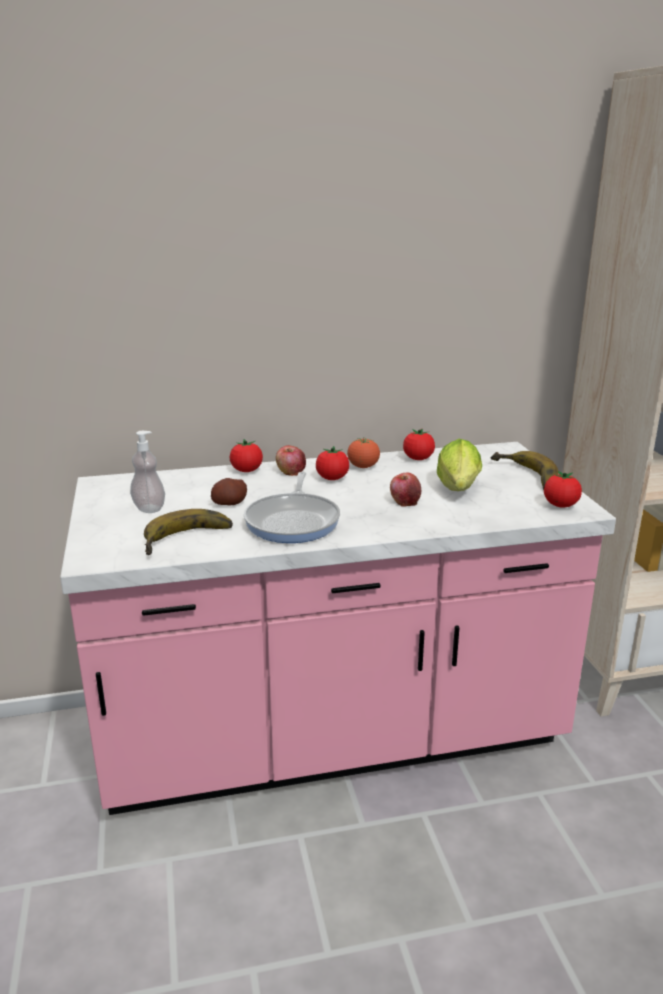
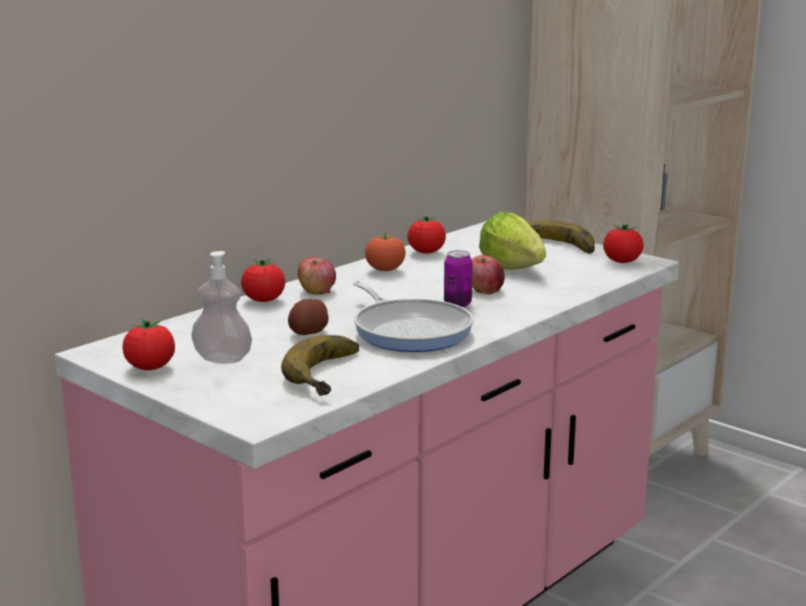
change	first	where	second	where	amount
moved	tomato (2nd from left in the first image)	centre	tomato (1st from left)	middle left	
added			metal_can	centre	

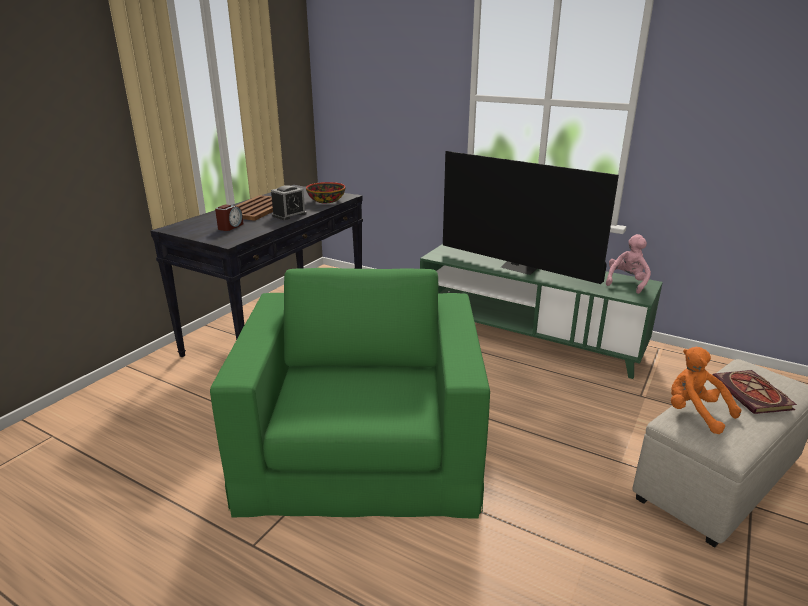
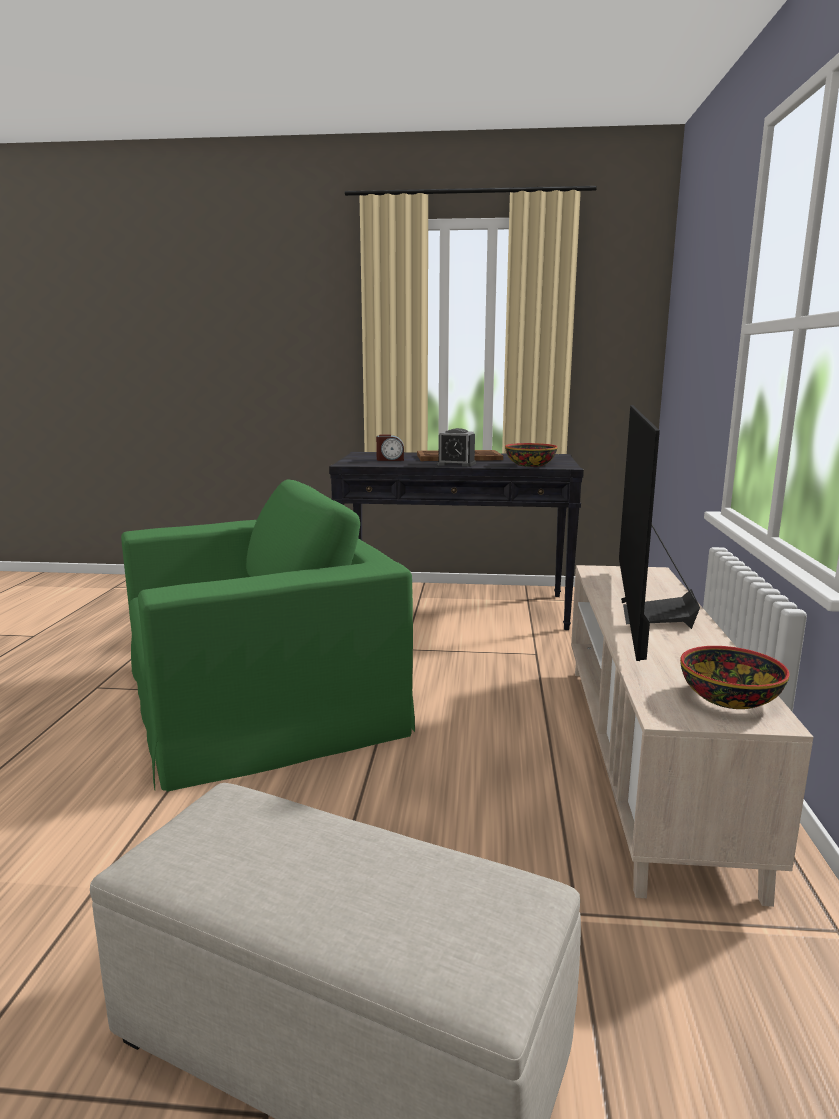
change	first	where	second	where	amount
recoloured	green_media_console	middle right	sand-coloured_media_console	middle right	
replaced	pink-coloured_cuddly_toy	middle right	serving_bowl (2nd from left)	middle right	
removed	orangey_cuddly_toy	middle right			
removed	bound_book	middle right			

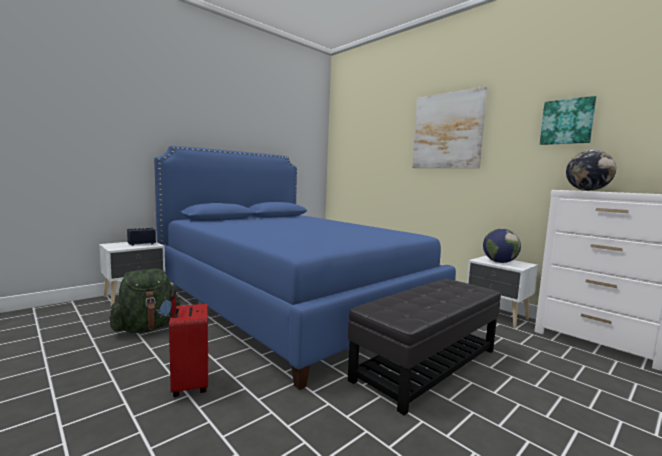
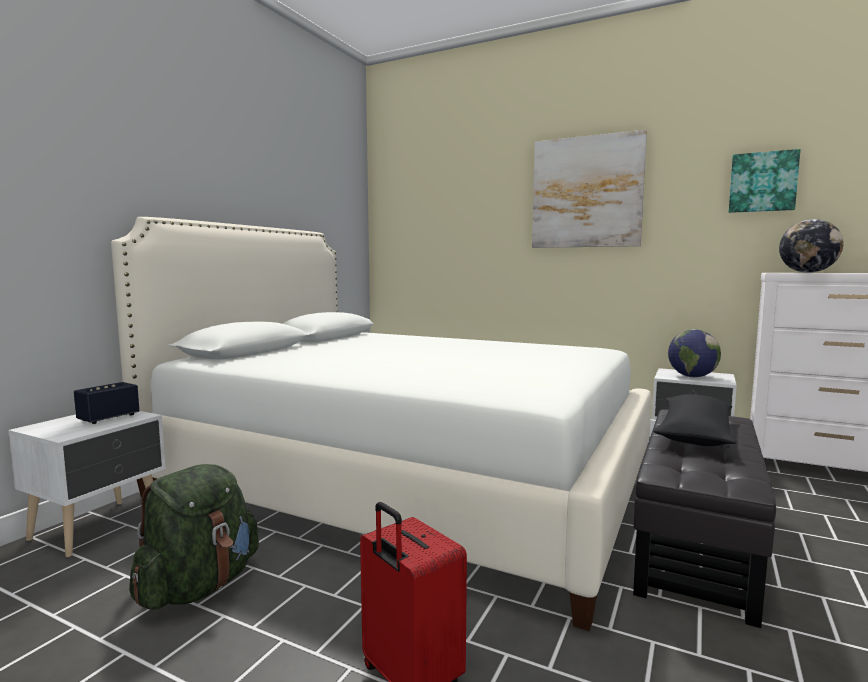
change	first	where	second	where	amount
recoloured	blue-coloured_sleeping_bed	centre	white-coloured_sleeping_bed	centre	
added			black_pillow	middle right	

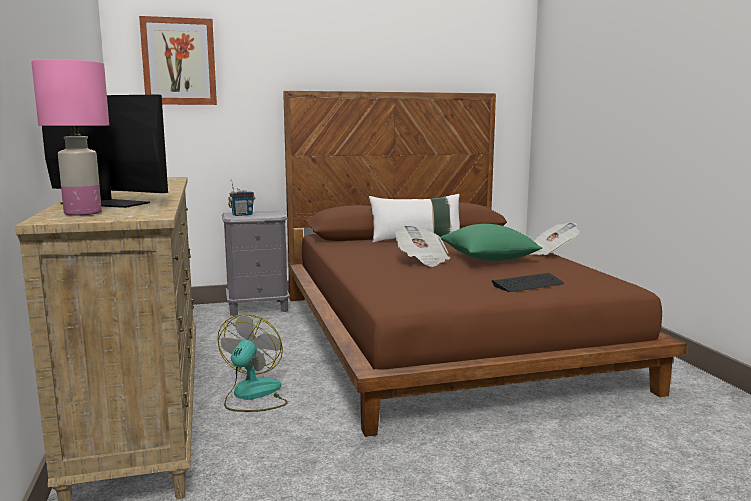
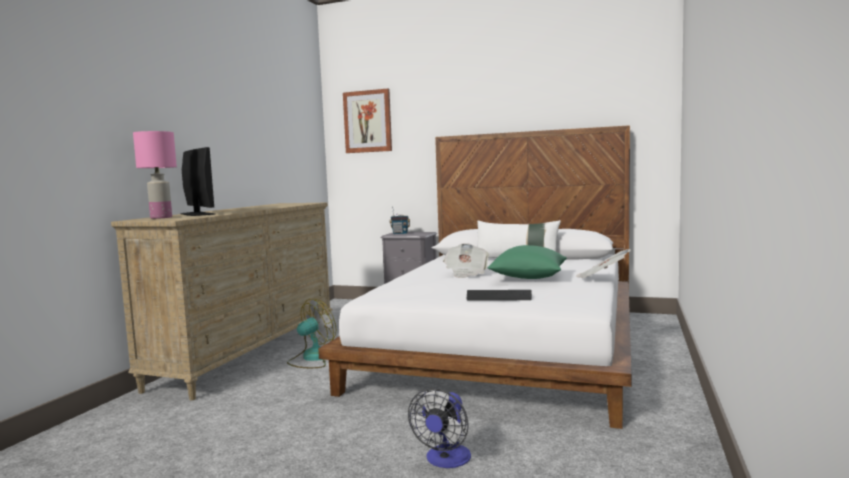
change	first	where	second	where	amount
recoloured	brown_sleeping_bed	centre	white-coloured_sleeping_bed	centre	
added			electric_fan (2nd from left)	bottom centre	

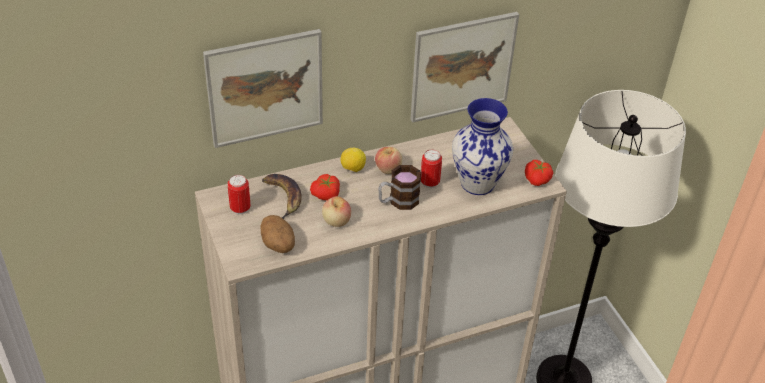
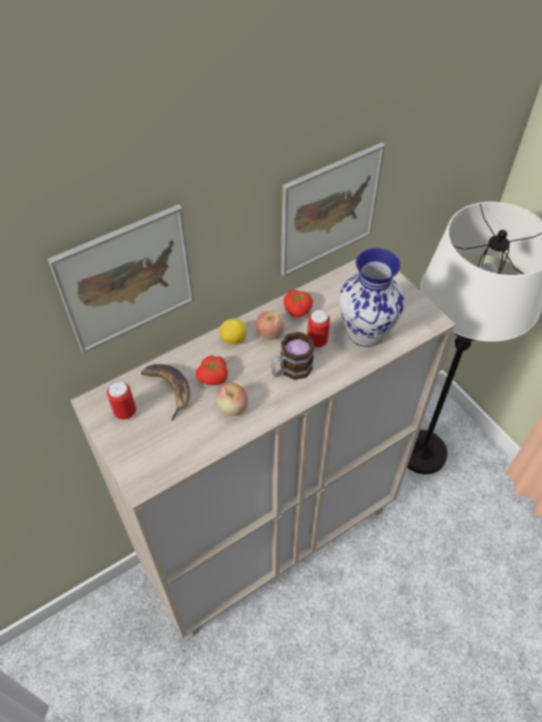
change	first	where	second	where	amount
moved	tomato (2nd from left)	middle right		centre	
removed	potato	centre			

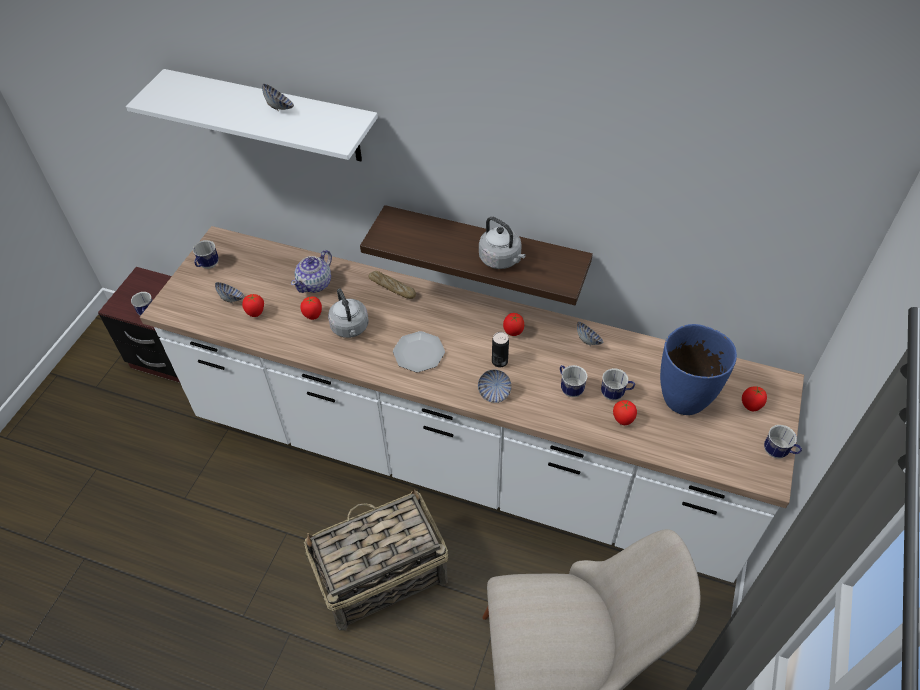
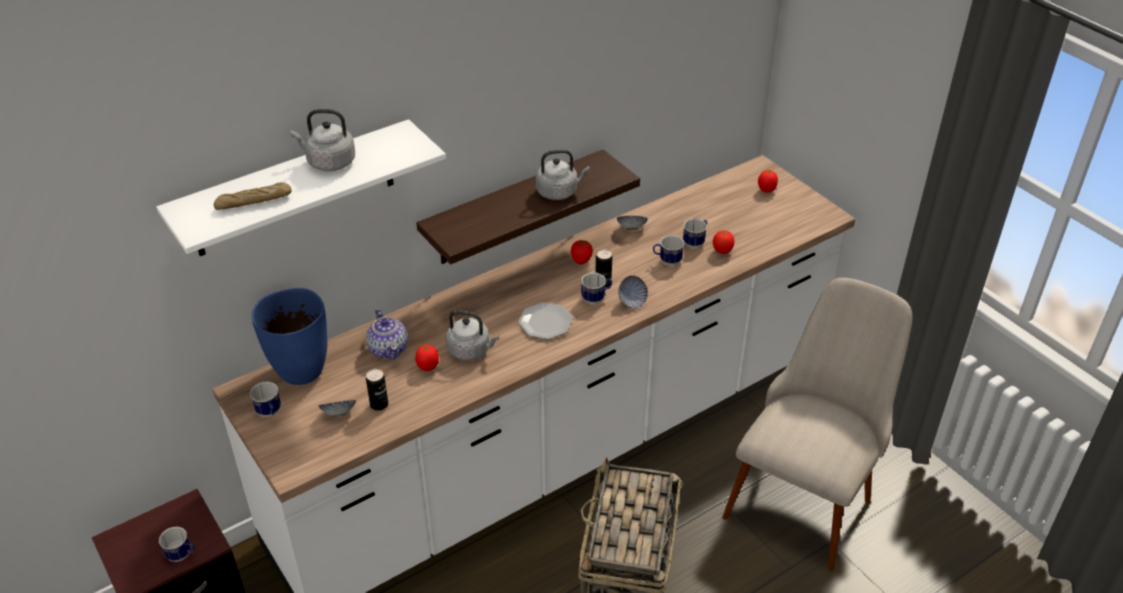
change	first	where	second	where	amount
moved	bakery_bread	centre		top left	
moved	blue-coloured_vase	middle right		middle left	
replaced	serving_bowl (2nd from left)	top left	greyish_tea_kettle (1st from left)	top left	
replaced	tomato (1st from left)	middle left	metal_can (1st from left)	centre	
moved	coffee_mug (5th from left in the first image)	middle right	coffee_mug (3rd from left)	centre	

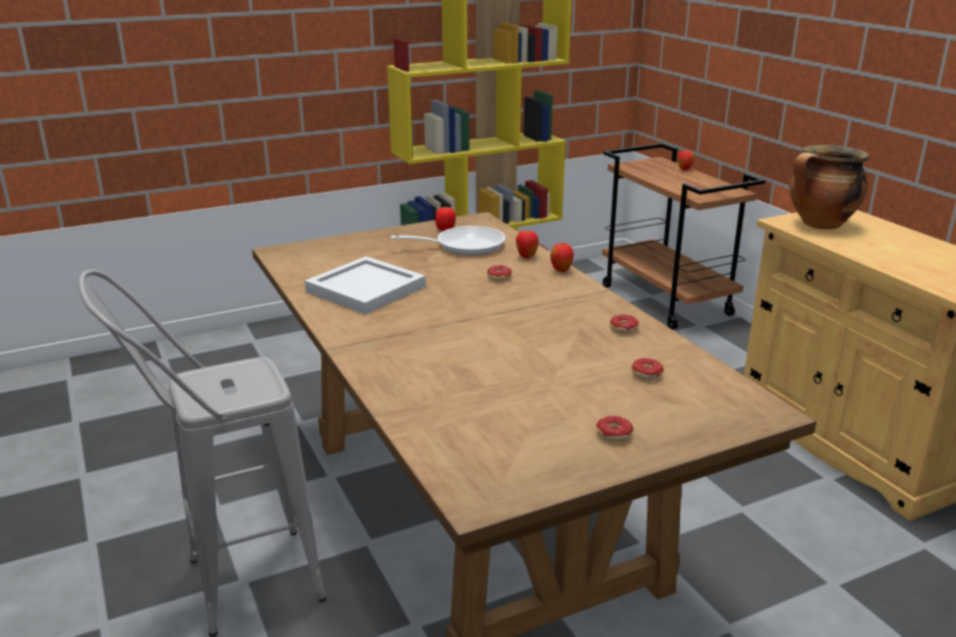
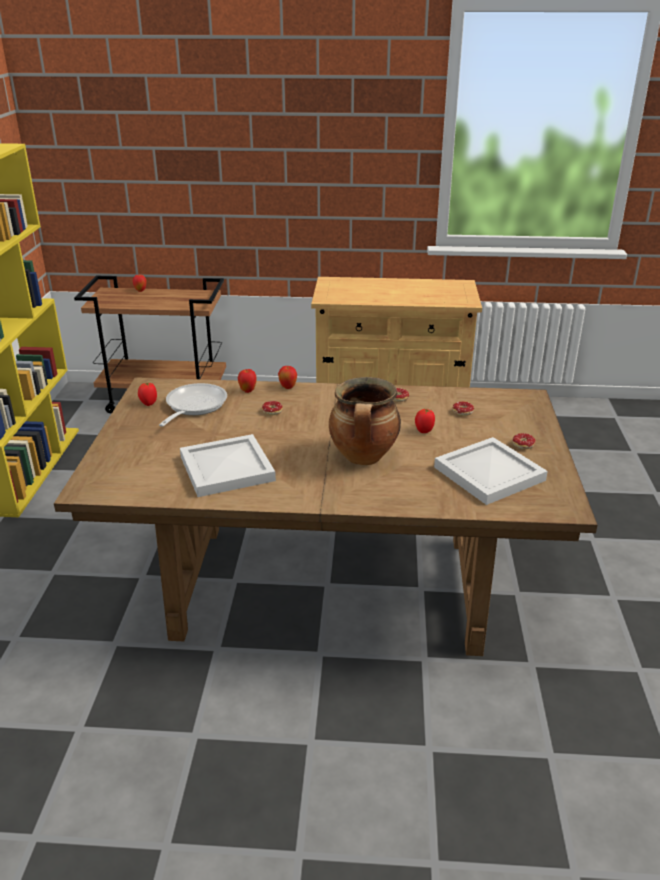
change	first	where	second	where	amount
moved	stockpot	top right		centre	
added			tomato (2nd from left)	centre	
added			white-coloured_tray (2nd from left)	middle right	
removed	greyish_stool_seat	bottom left			

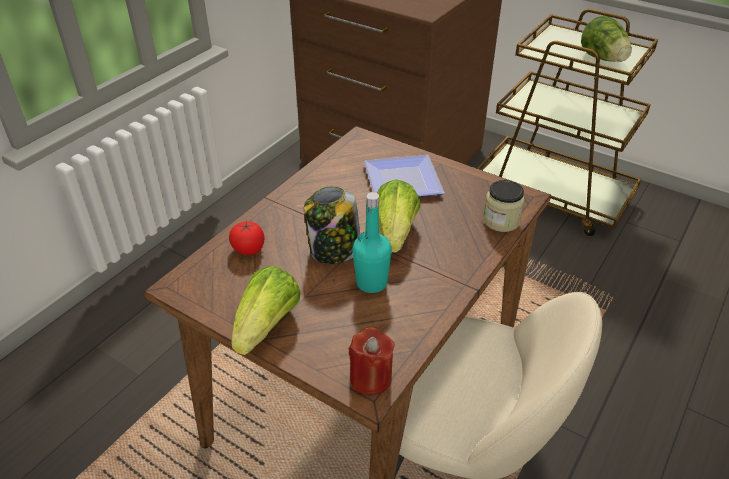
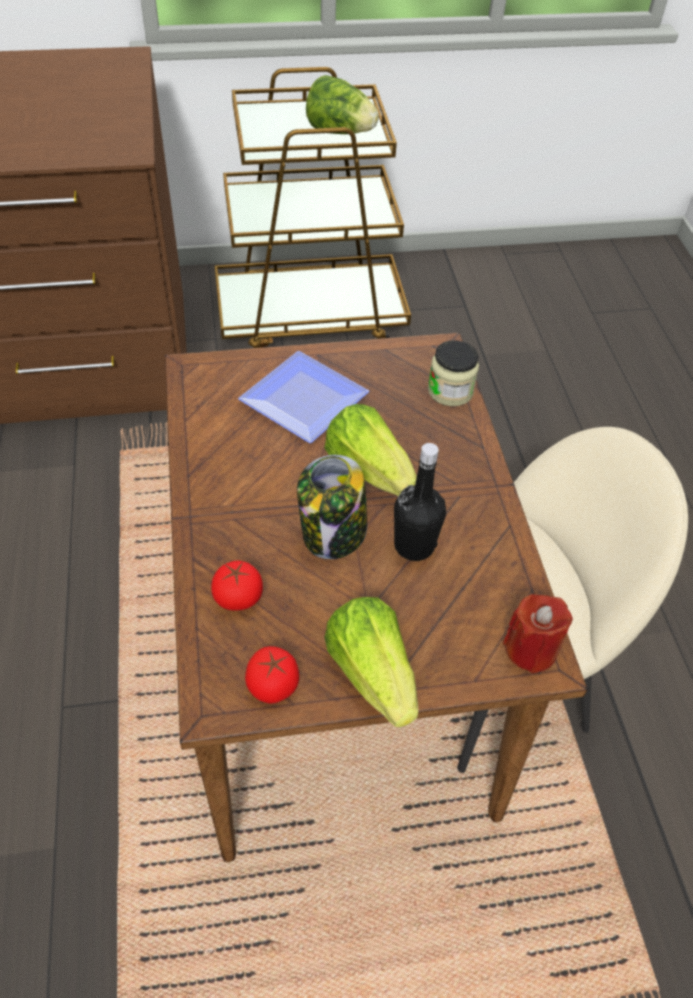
change	first	where	second	where	amount
added			tomato (2nd from left)	bottom centre	
recoloured	blue-green_beverage_bottle	centre	black_beverage_bottle	centre	

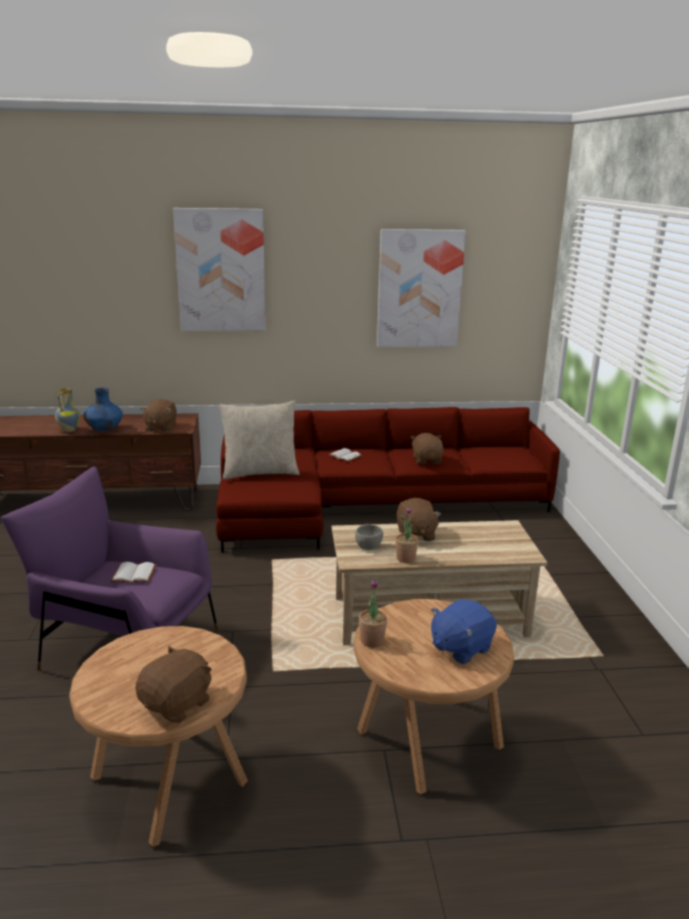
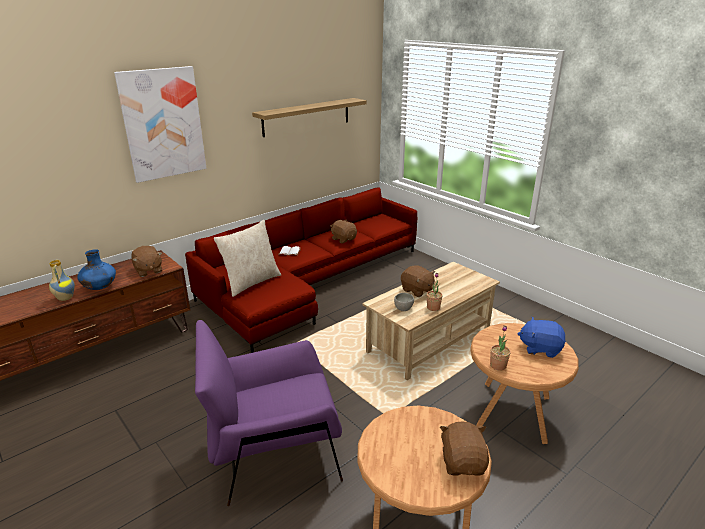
change	first	where	second	where	amount
replaced	wall_picture (2nd from left)	top centre	shelf	top centre	
turned	blue-coloured_cuddly_toy	bottom right		middle right	90 degrees clockwise
removed	white-coloured_bound_book (1st from left)	middle left			

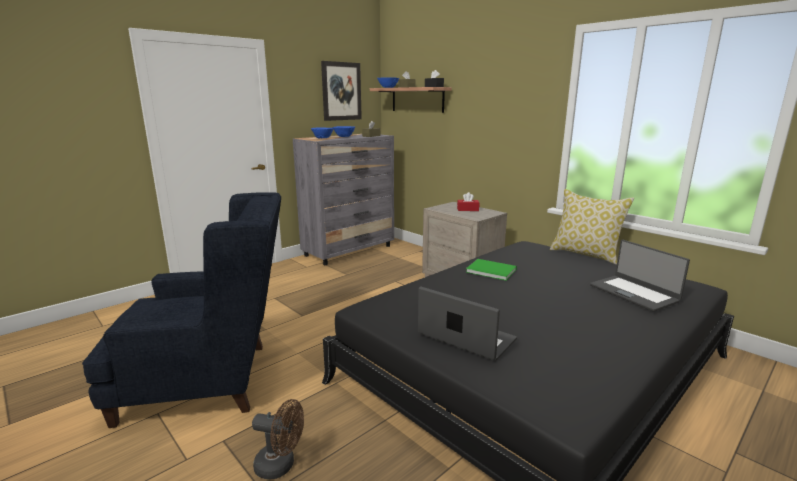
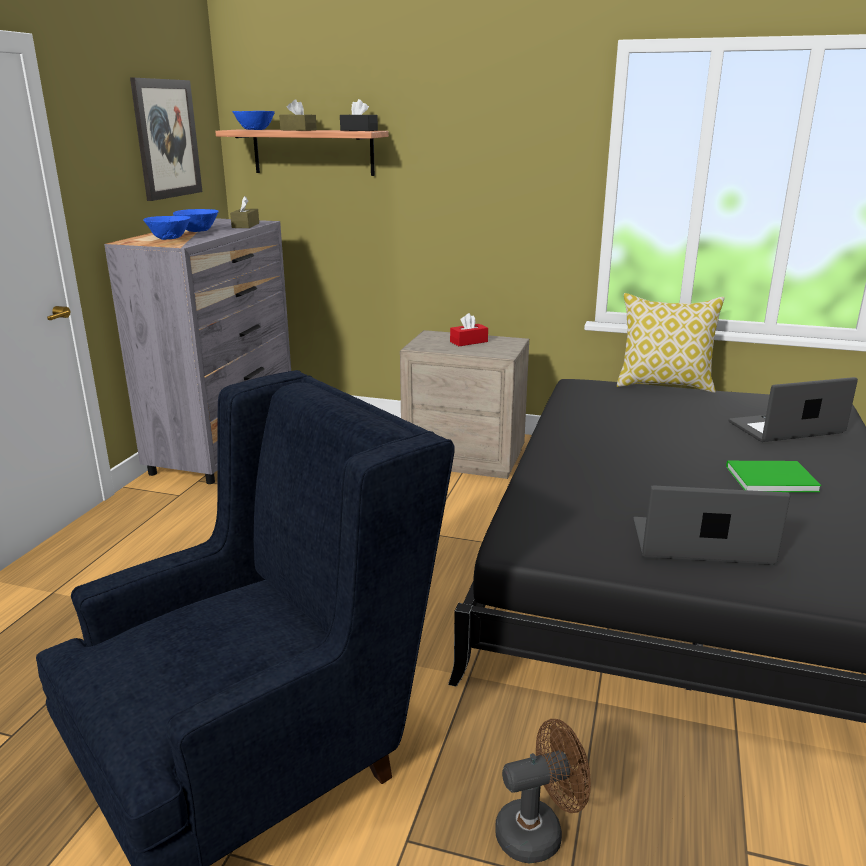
change	first	where	second	where	amount
moved	green_bound_book	centre		middle right	
turned	notebook_computer (2nd from left)	middle right		middle right	135 degrees clockwise

